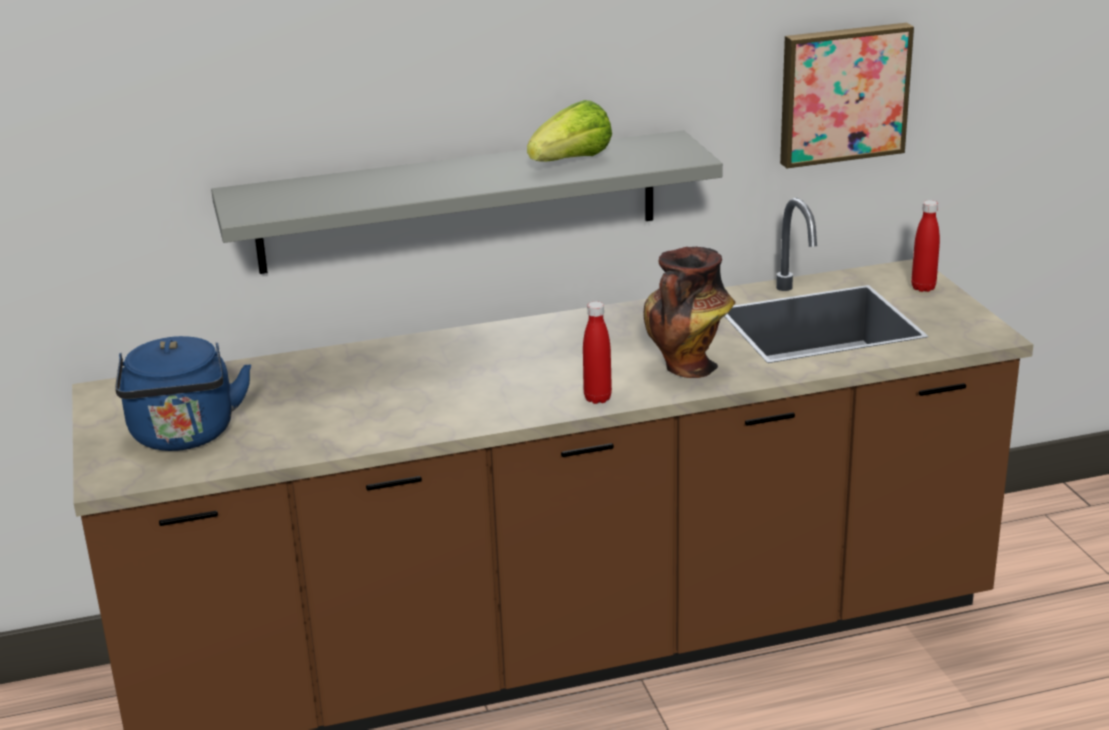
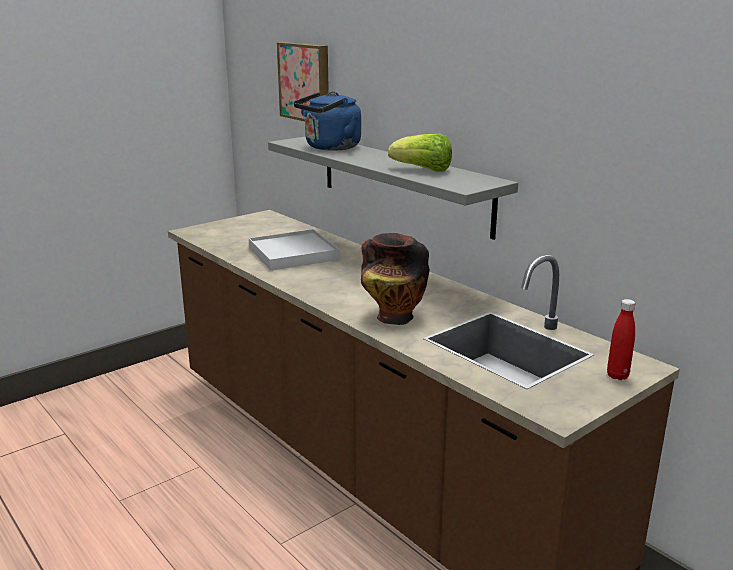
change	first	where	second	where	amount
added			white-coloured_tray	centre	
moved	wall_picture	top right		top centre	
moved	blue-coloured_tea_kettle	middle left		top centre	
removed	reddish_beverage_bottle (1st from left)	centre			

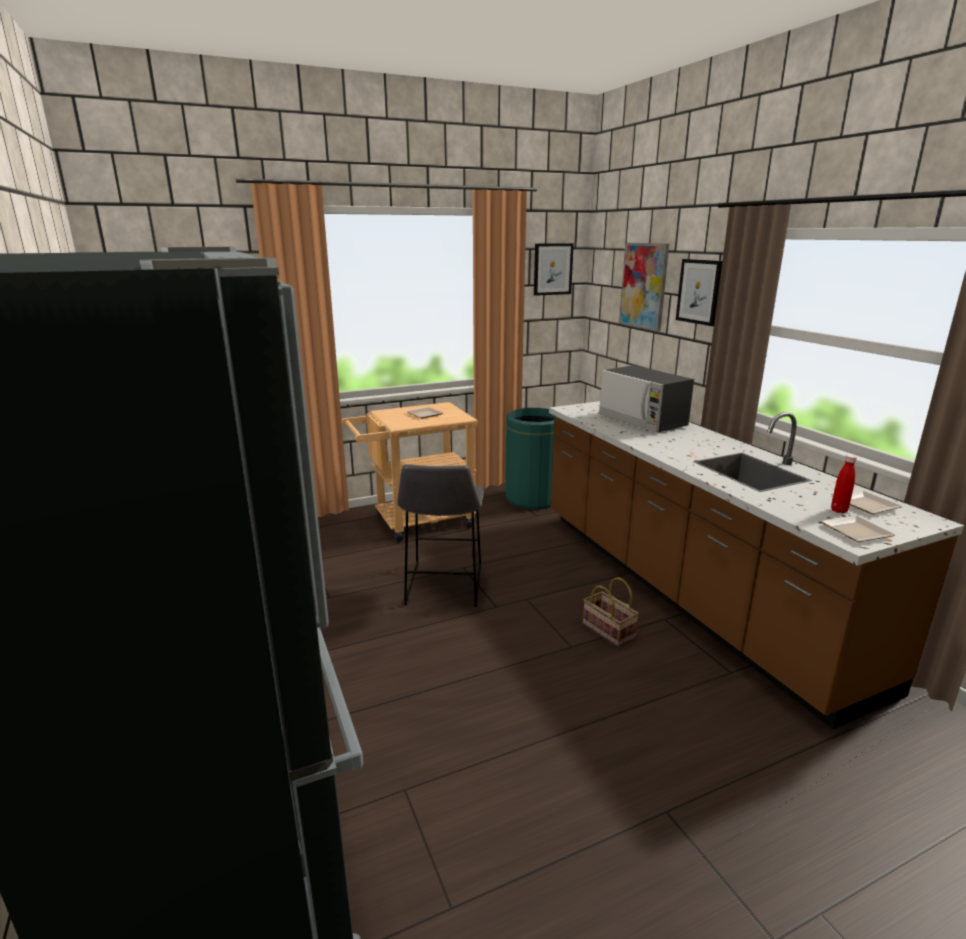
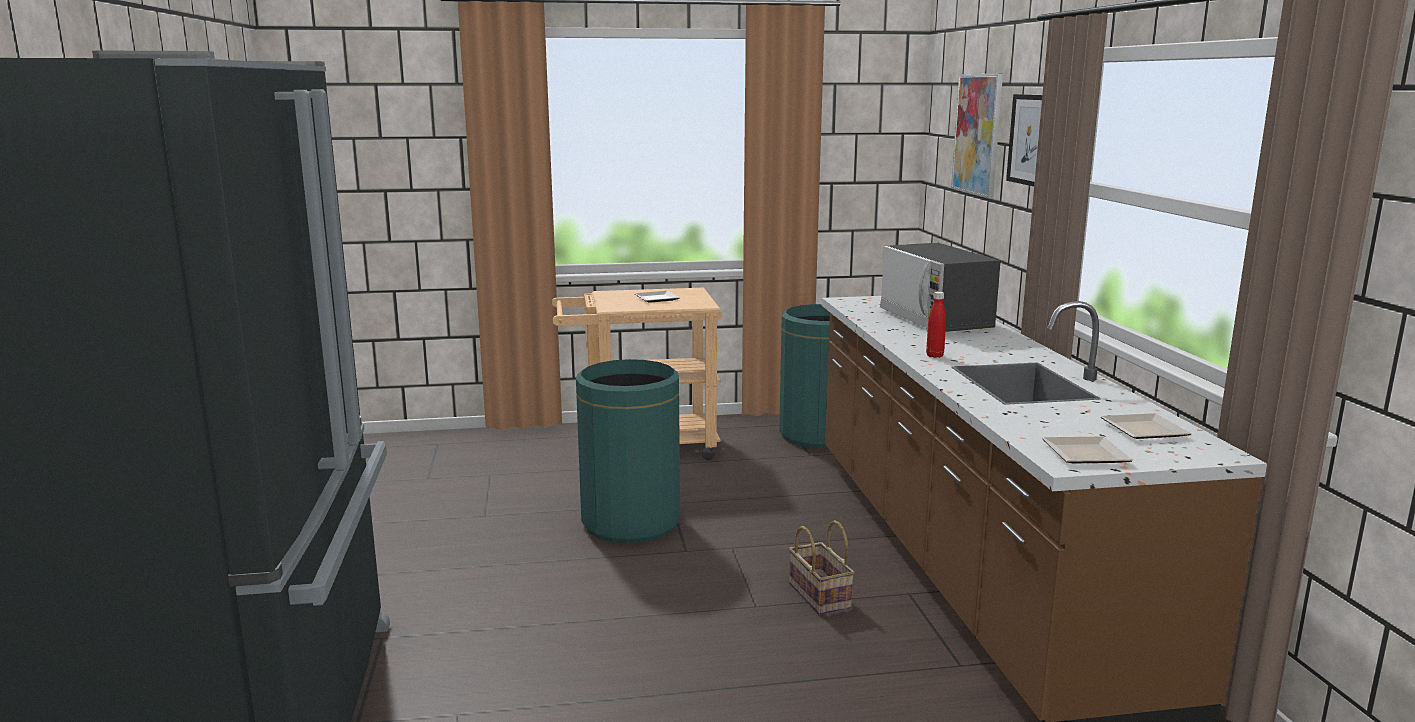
change	first	where	second	where	amount
replaced	greyish_stool_seat	centre	green_trash_can (1st from left)	centre	
moved	reddish_beverage_bottle	middle right		centre	
removed	wall_picture (1st from left)	top centre			

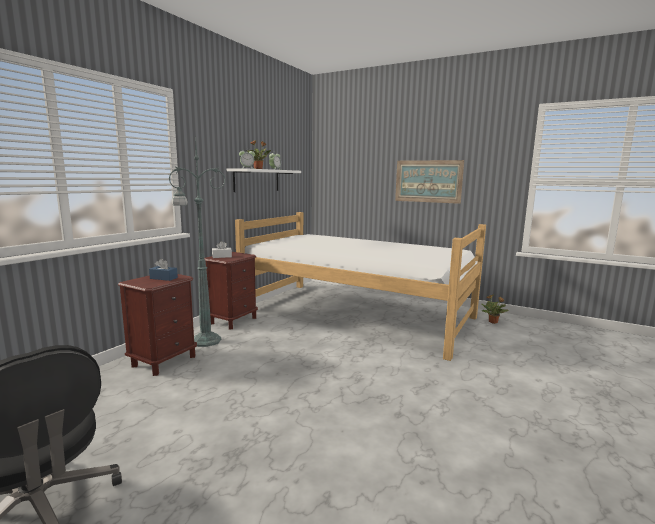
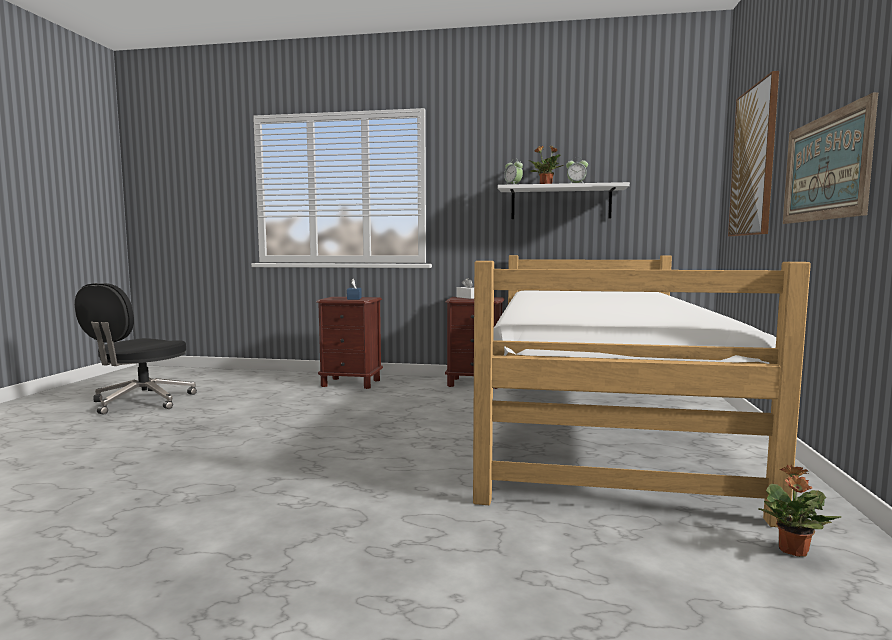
change	first	where	second	where	amount
added			wall_picture (1st from left)	top right	
removed	green_floor_lamp	middle left			

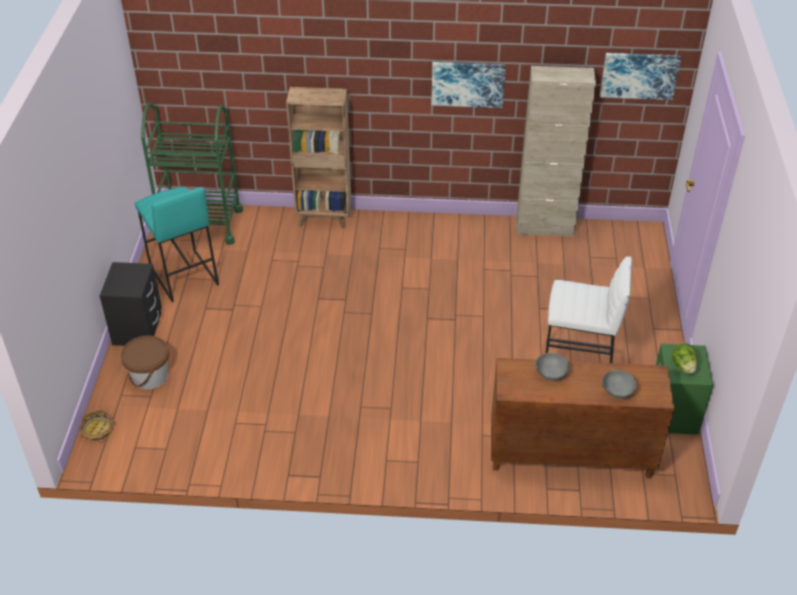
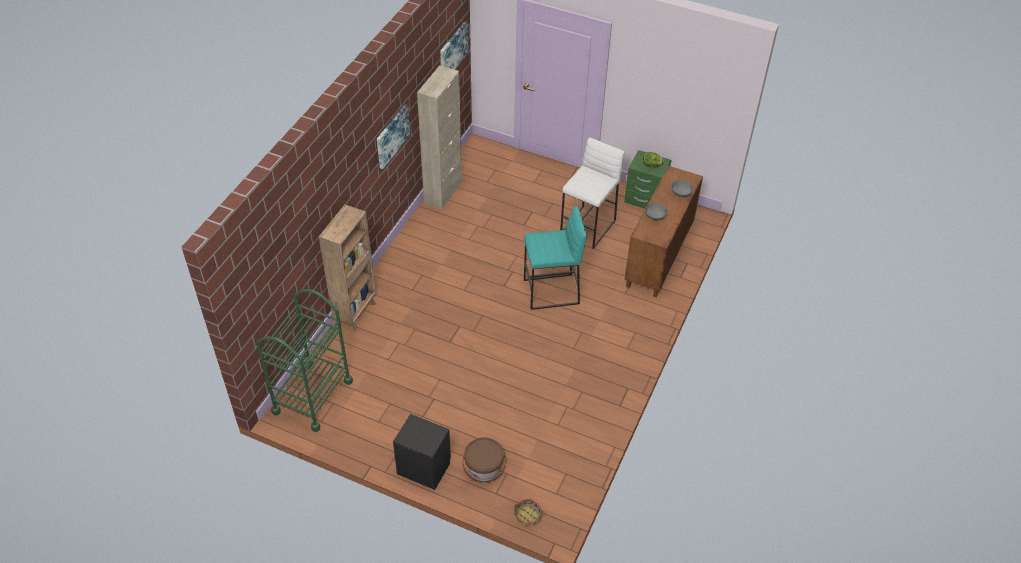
change	first	where	second	where	amount
moved	blue-green_stool_seat	middle left		centre	

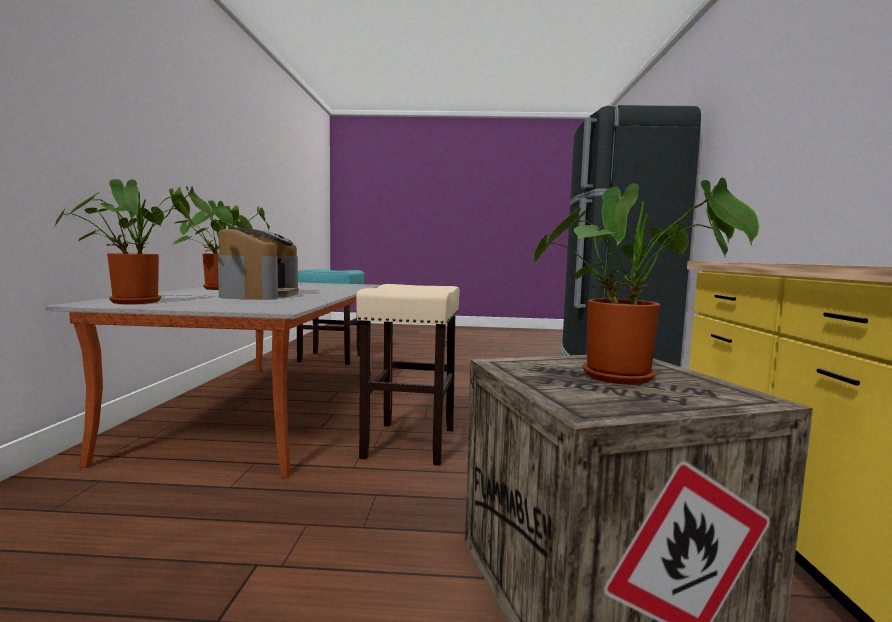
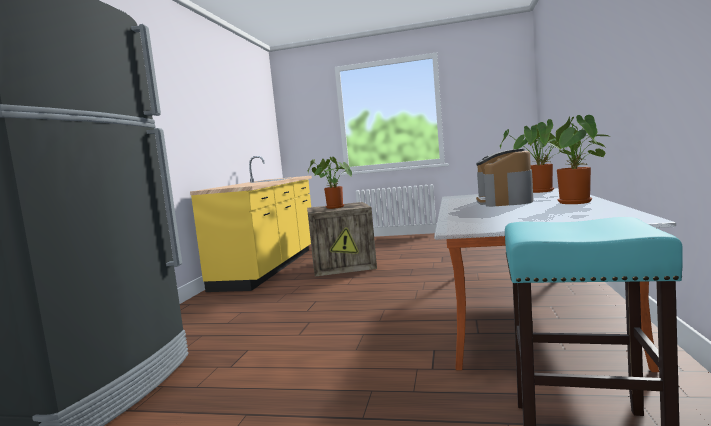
change	first	where	second	where	amount
removed	sand-coloured_stool_seat	centre			

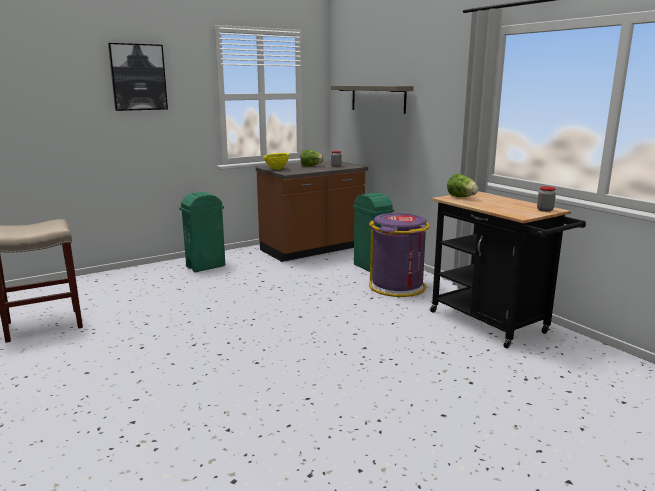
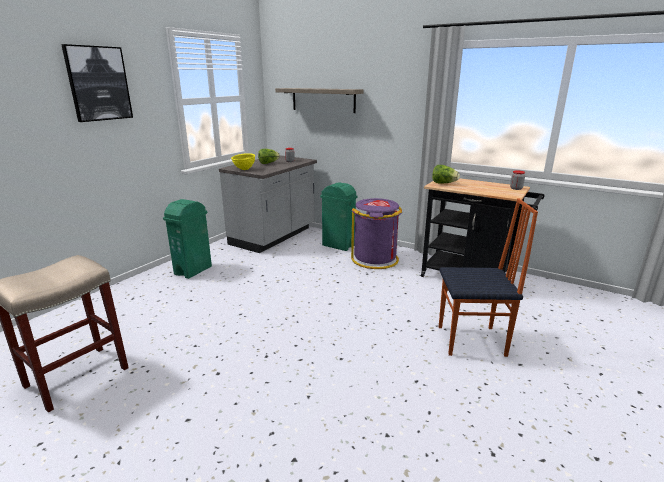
change	first	where	second	where	amount
recoloured	brown_counter	centre	greyish_counter	centre	
added			upright_chair	middle right	

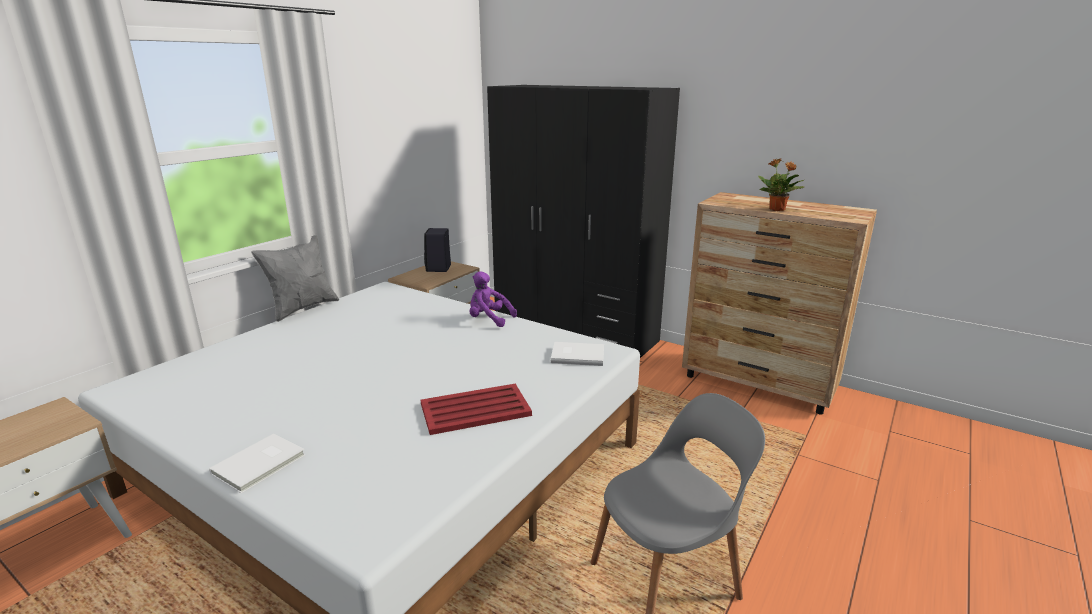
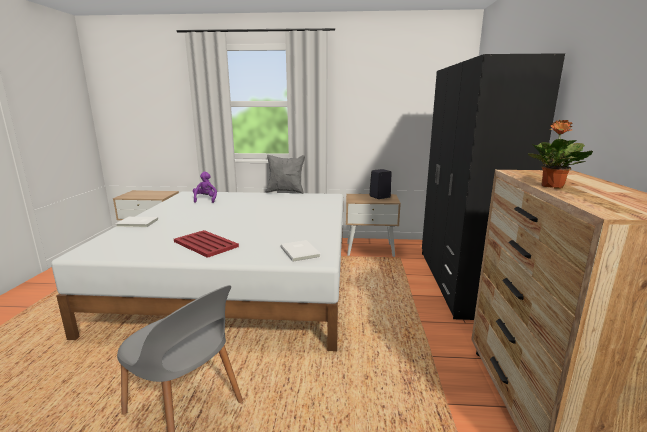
change	first	where	second	where	amount
moved	purple_cuddly_toy	centre		middle left	

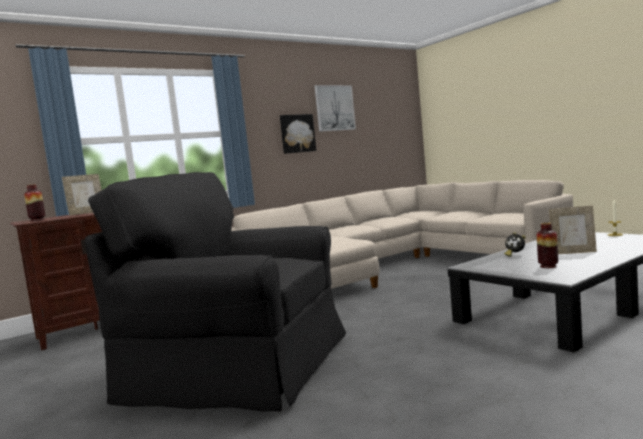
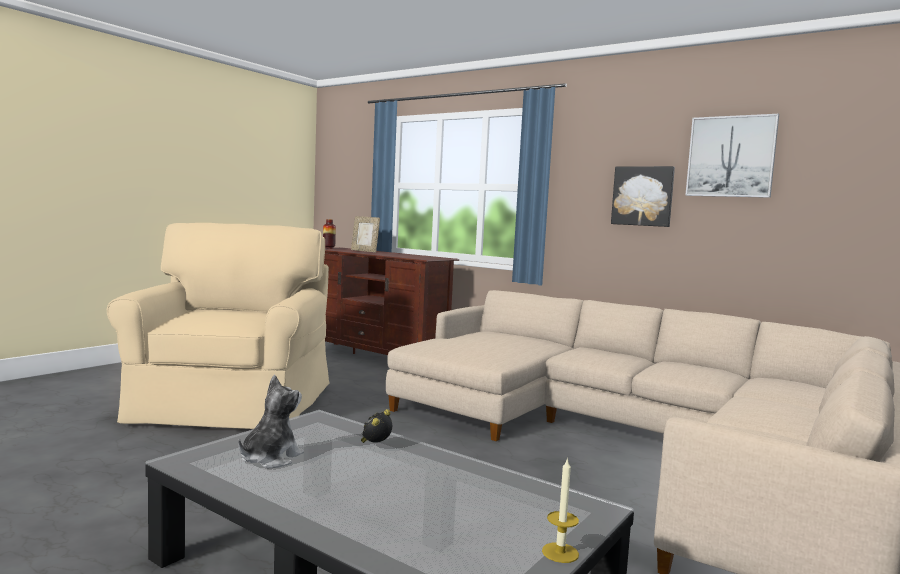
change	first	where	second	where	amount
recoloured	black_lounge_chair	centre	sand-coloured_lounge_chair	middle left	
replaced	vase (2nd from left)	middle right	cuddly_toy	bottom left	
removed	standing_frame (2nd from left)	middle right			

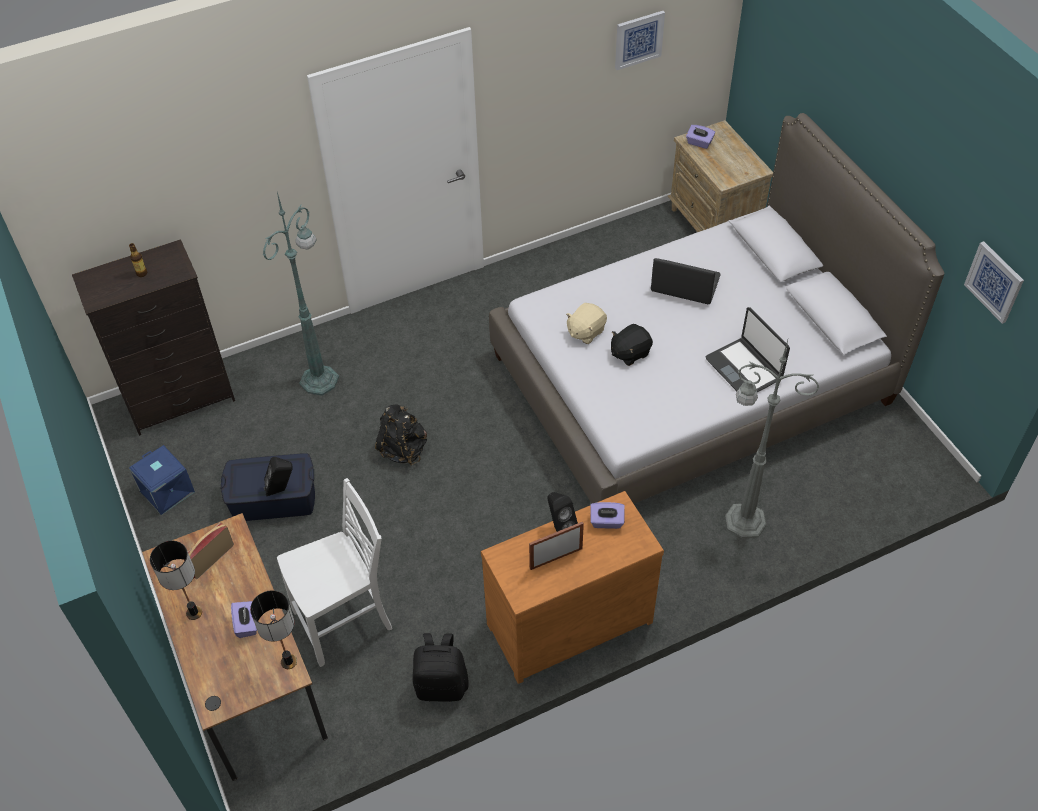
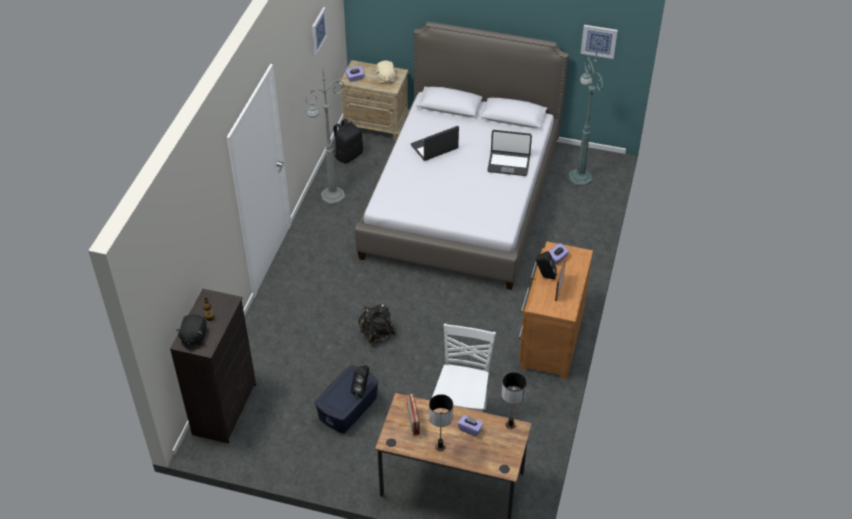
change	first	where	second	where	amount
moved	black_cuddly_toy	centre		middle left	
moved	greyish_floor_lamp	middle right		top centre	
moved	black_rucksack (2nd from left in the first image)	bottom centre	black_rucksack (1st from left)	top centre	
moved	sand-coloured_cuddly_toy	centre		top centre	
moved	green_floor_lamp	middle left		top right	
removed	blue-coloured_storage_container (1st from left)	middle left			

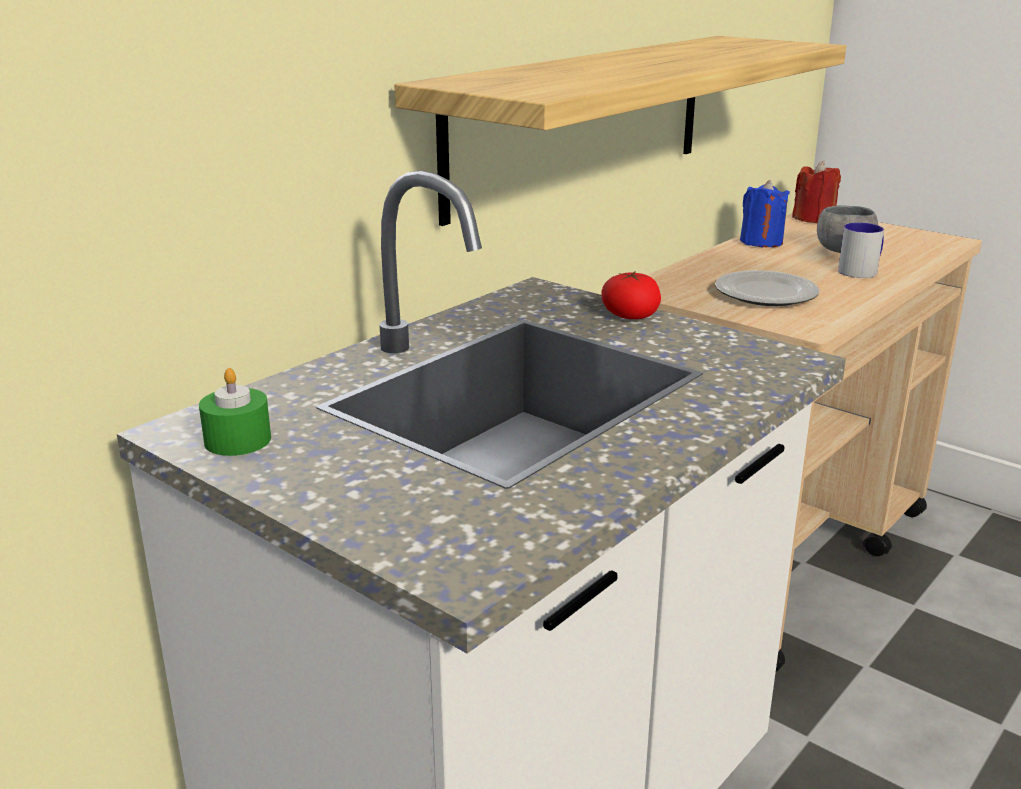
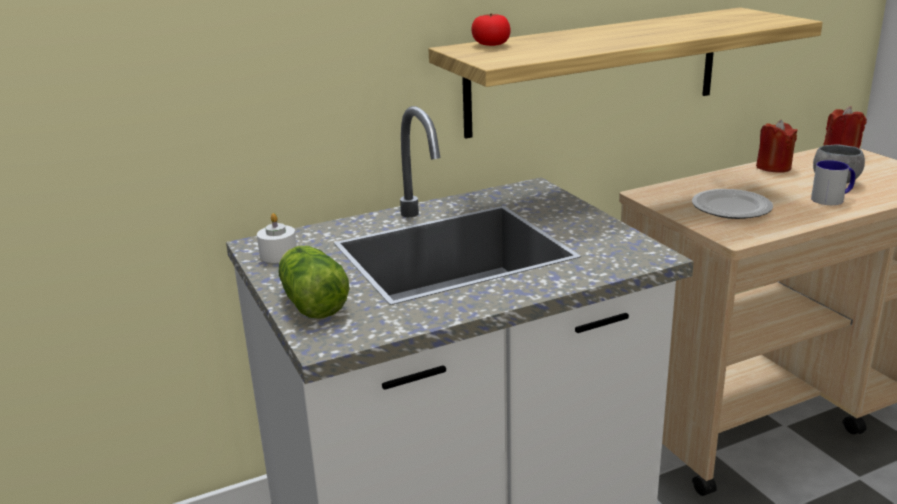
change	first	where	second	where	amount
recoloured	green_wax_candle	middle left	white-coloured_wax_candle	middle left	
added			lettuce_head	centre	
moved	tomato	centre		top centre	
recoloured	blue-coloured_wax_candle	top right	reddish_wax_candle (1st from left)	top right	

